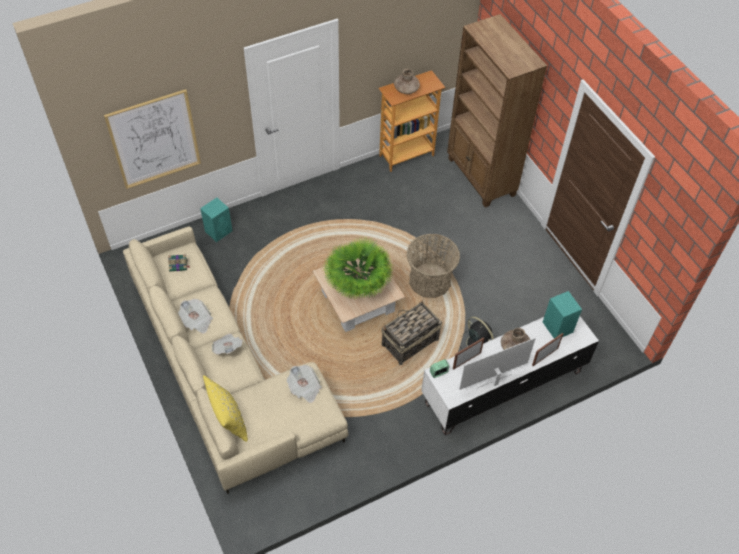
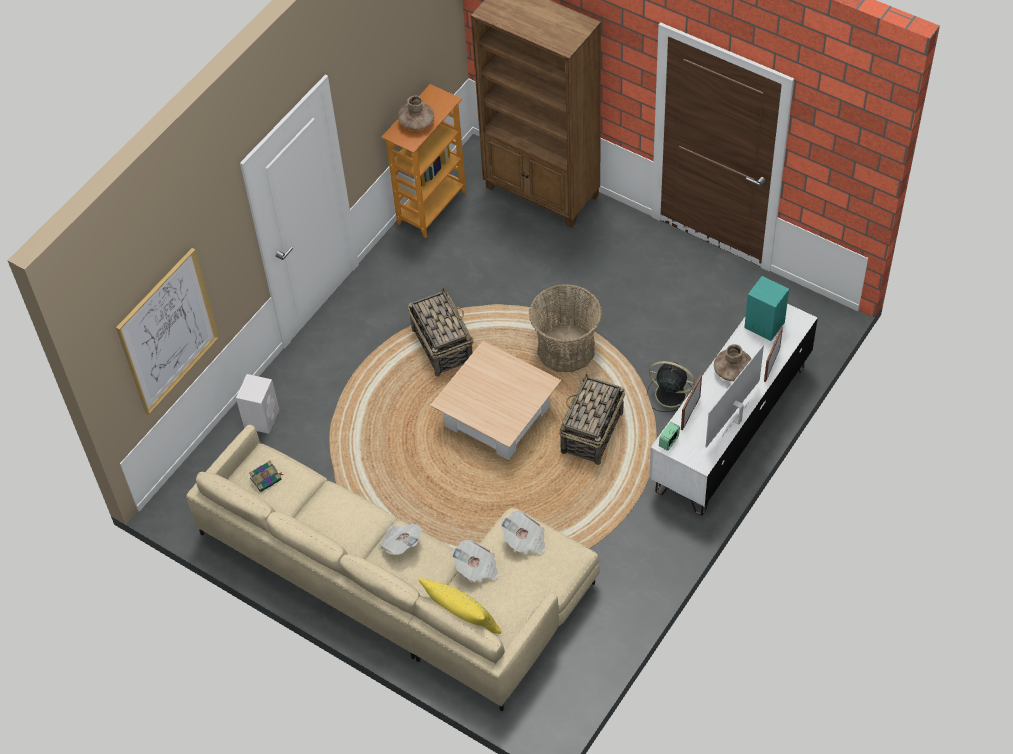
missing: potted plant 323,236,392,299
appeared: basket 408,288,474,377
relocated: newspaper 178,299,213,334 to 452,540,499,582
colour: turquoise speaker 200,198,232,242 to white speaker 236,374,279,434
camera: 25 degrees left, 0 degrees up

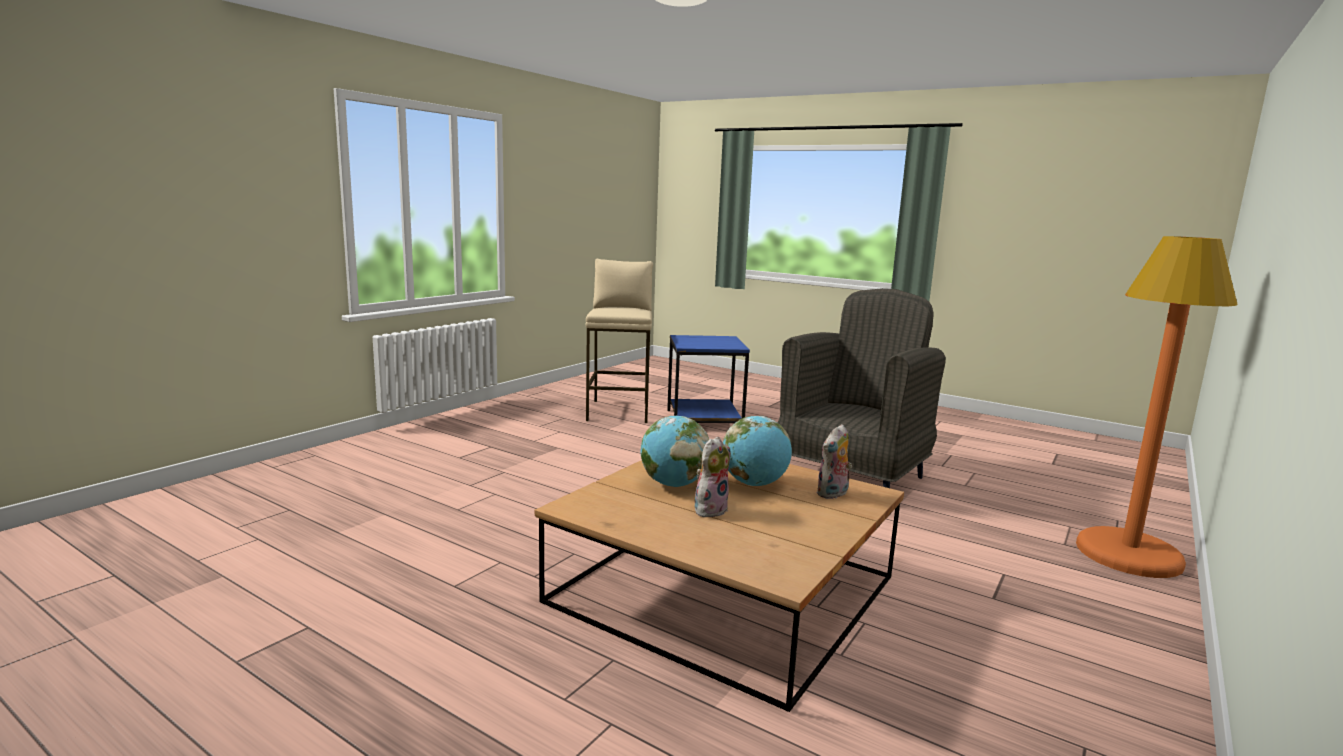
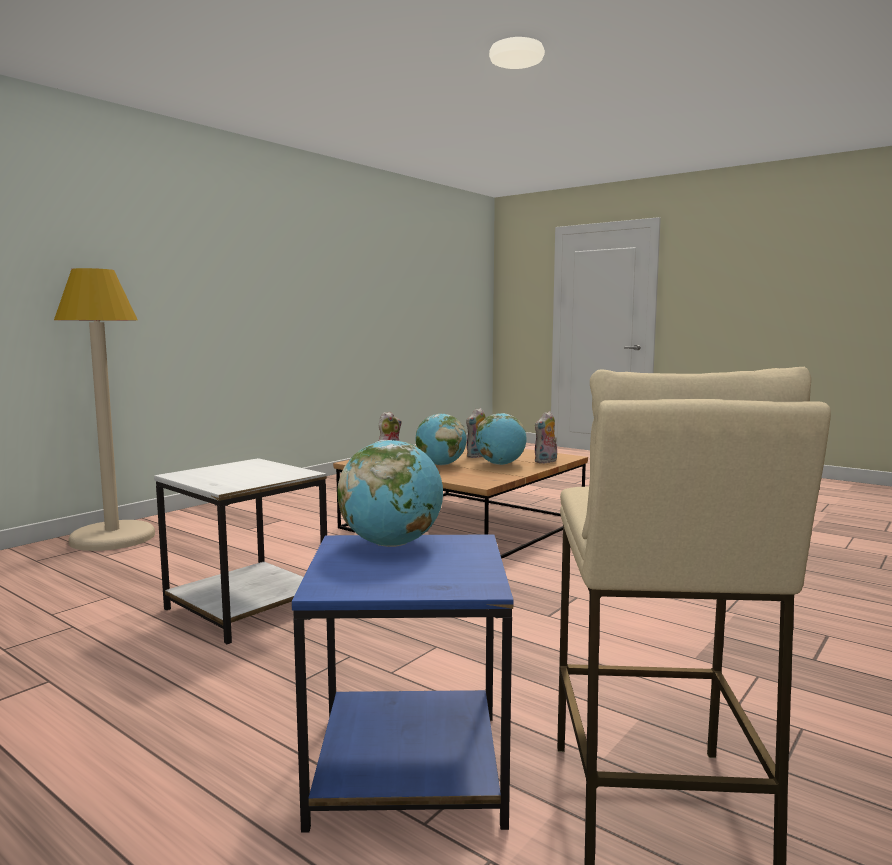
appeared: globe 337,440,443,547; plush toy 535,411,557,463
exchanged: grey armchair 778,288,946,488 to white side table 154,458,327,644
colour: orange floor lamp 1076,236,1238,578 to beige floor lamp 54,268,155,551
camera: 175 degrees left, 5 degrees down

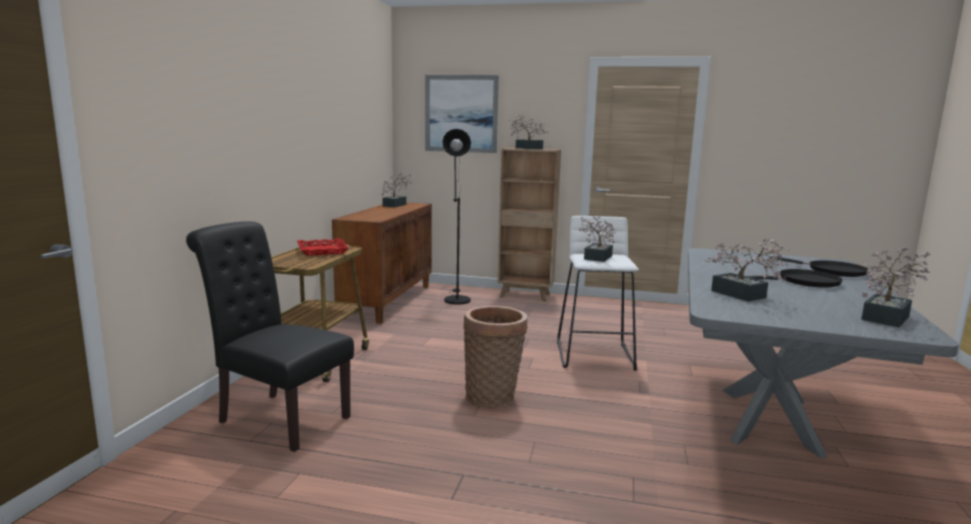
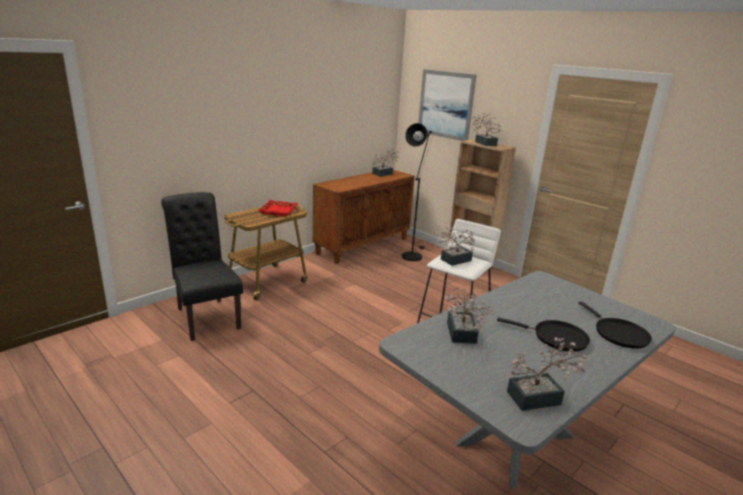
missing: basket 463,306,528,408
camera: 30 degrees right, 10 degrees up

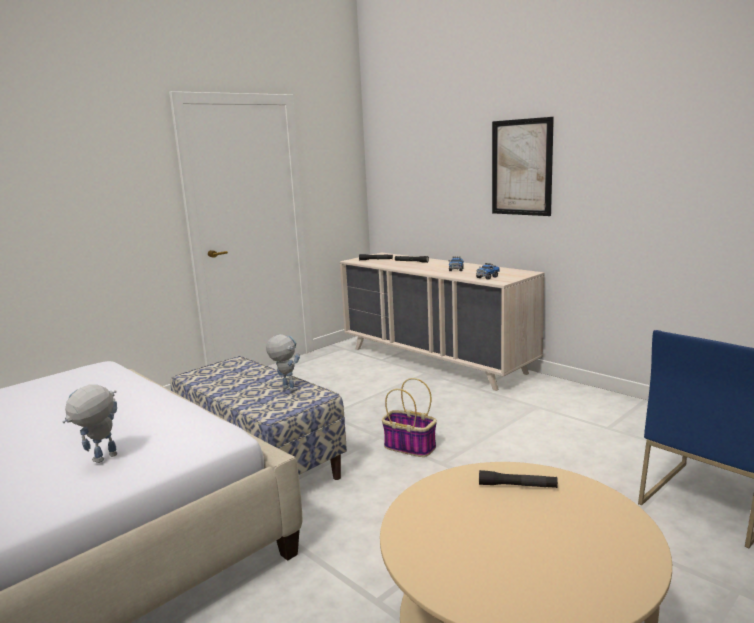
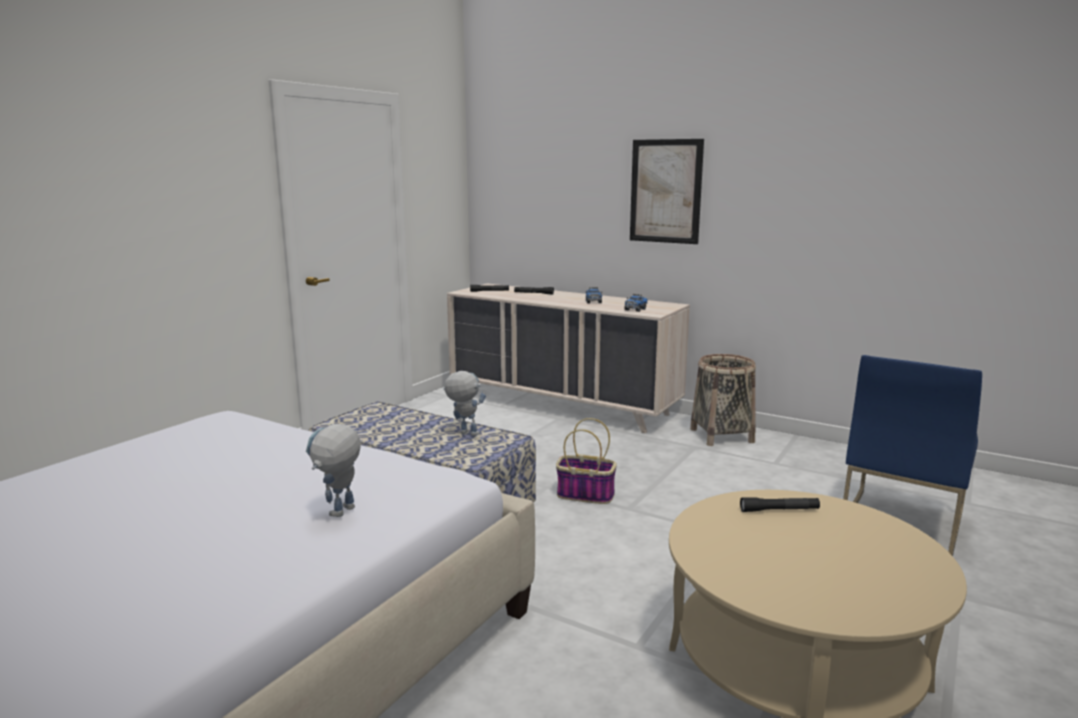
appeared: basket 690,354,756,446
camera: 15 degrees left, 0 degrees up

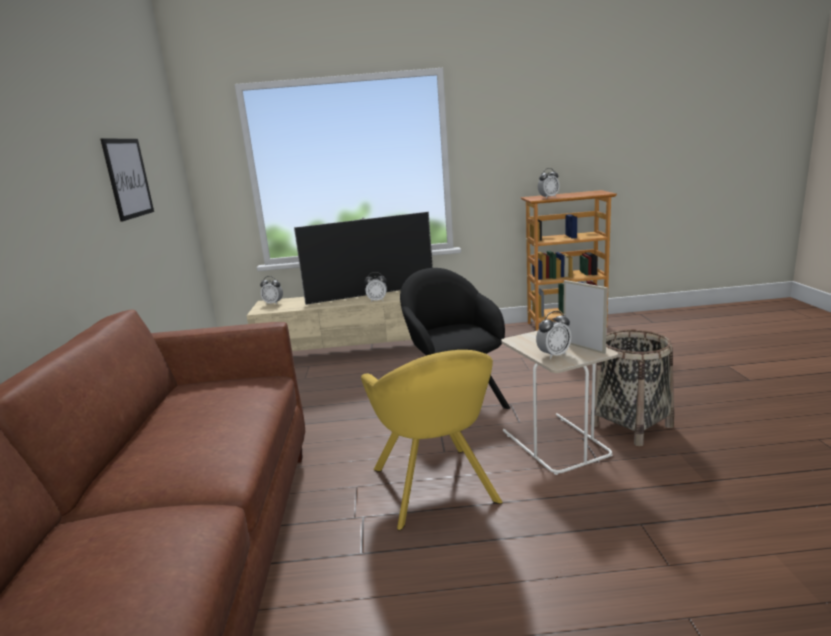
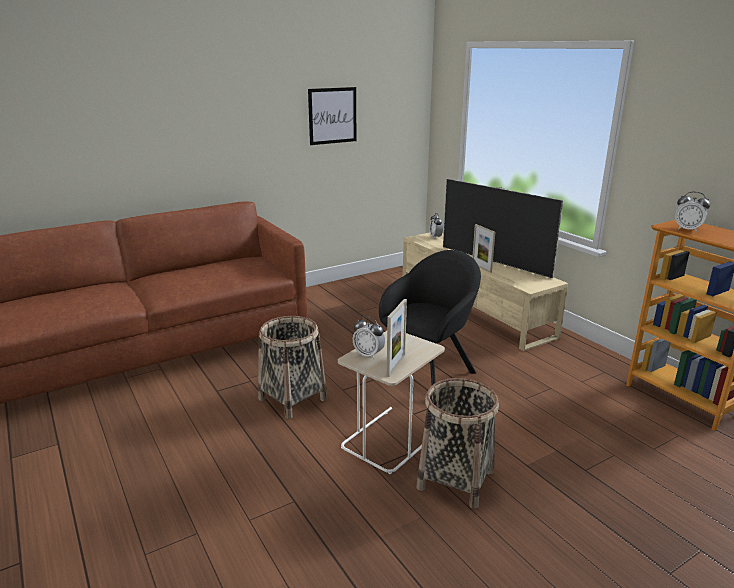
exchanged: yellow armchair 361,350,503,531 to basket 258,316,328,419; alarm clock 364,272,387,302 to picture frame 472,224,495,273
camera: 60 degrees right, 5 degrees up

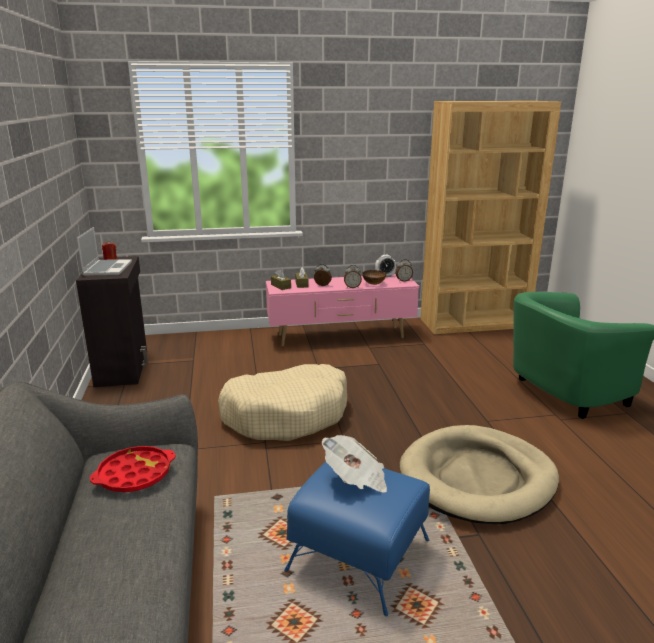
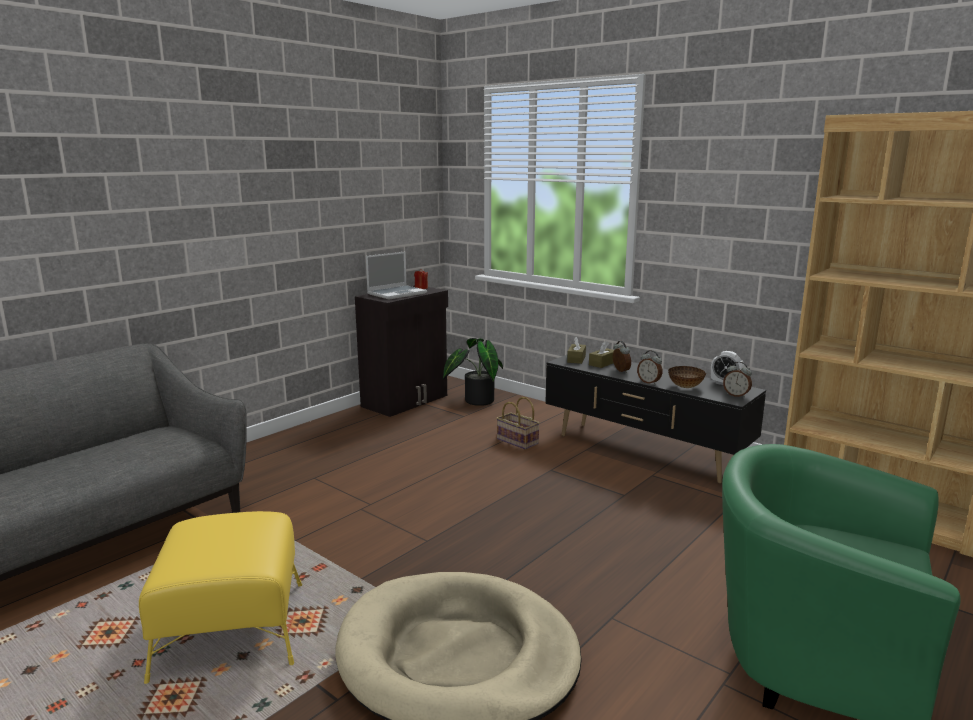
missing: red tray 90,446,176,492; beige dog bed 218,364,347,441; newspaper 322,435,387,493
appeared: potted plant 443,338,503,406; basket 496,397,540,450
colour: pink tv stand 266,274,419,347 to black tv stand 545,353,766,483; blue ottoman 284,461,430,616 to yellow ottoman 139,511,302,684
camera: 50 degrees right, 5 degrees down

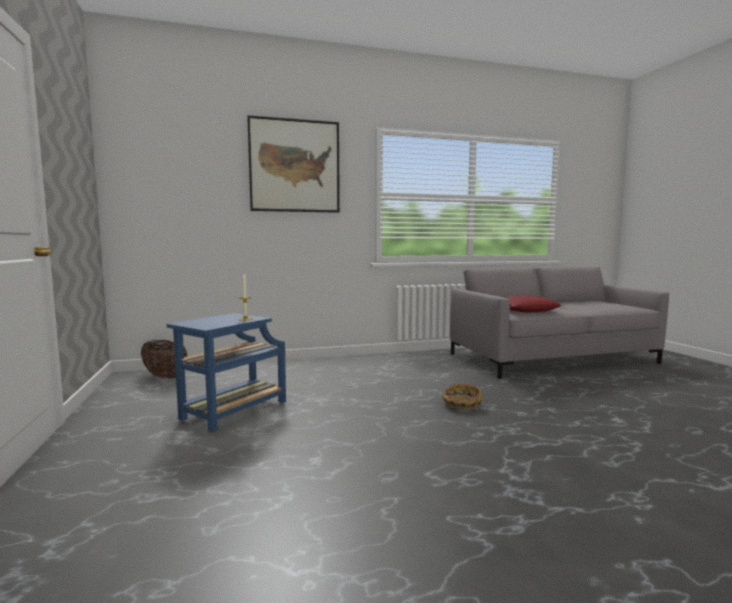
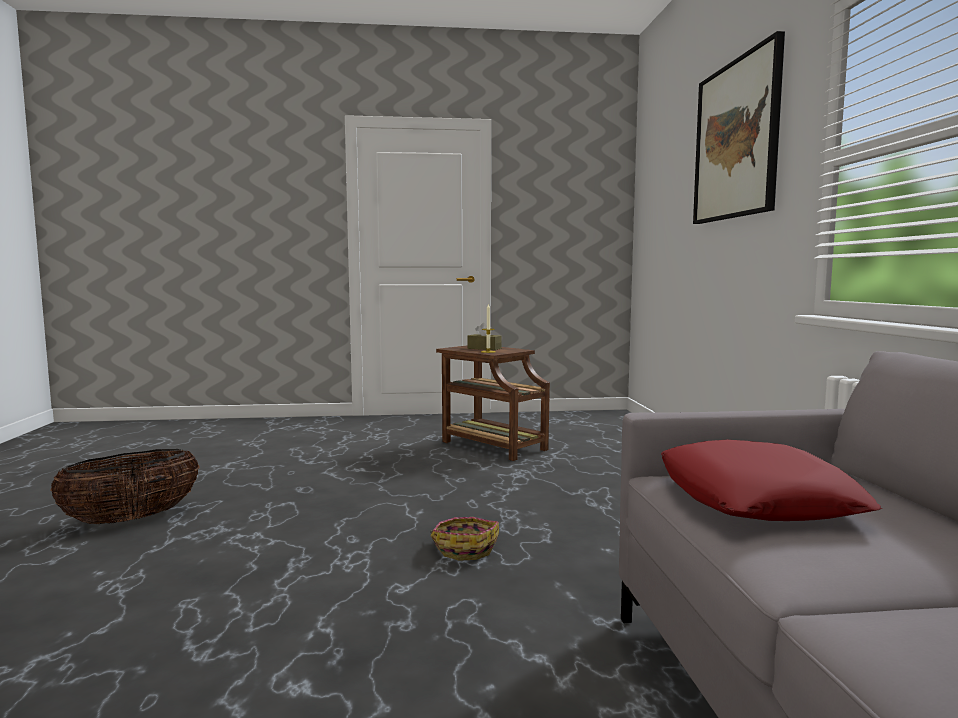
appeared: brown tissue box 468,323,502,350
relocated: basket 141,340,188,379 to 51,449,200,524
colour: blue side table 167,313,286,432 to brown side table 436,345,550,461
camera: 100 degrees right, 0 degrees up

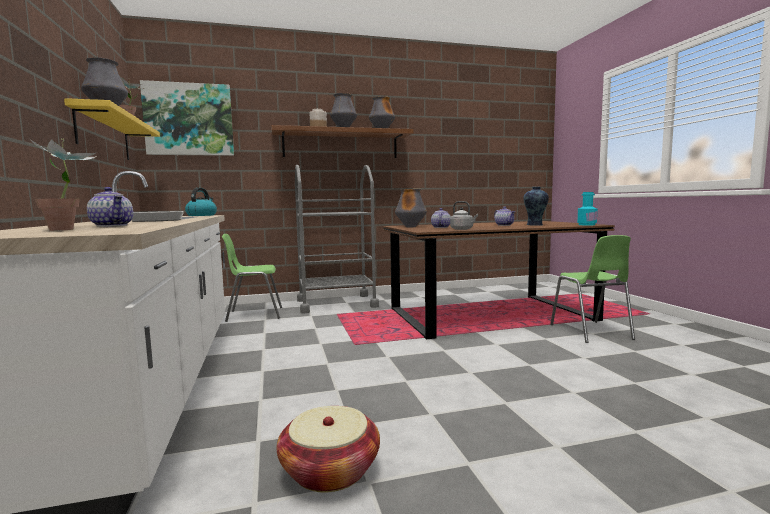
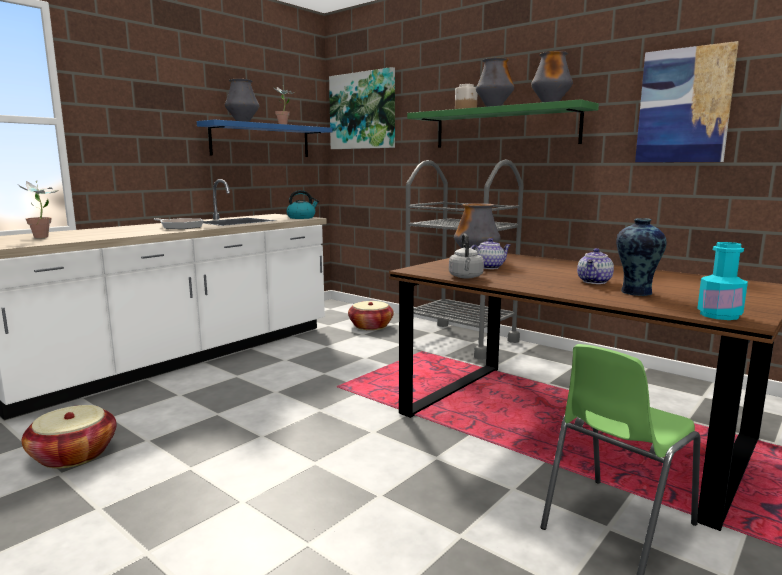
missing: teapot 87,187,133,227
appeared: picture 635,41,739,162
exchanged: green chair 222,234,282,322 to basket 348,301,394,330
colour: yellow shelf 64,98,160,160 to blue shelf 197,119,332,157; brown shelf 271,125,413,158 to green shelf 407,99,599,148
camera: 55 degrees right, 5 degrees up

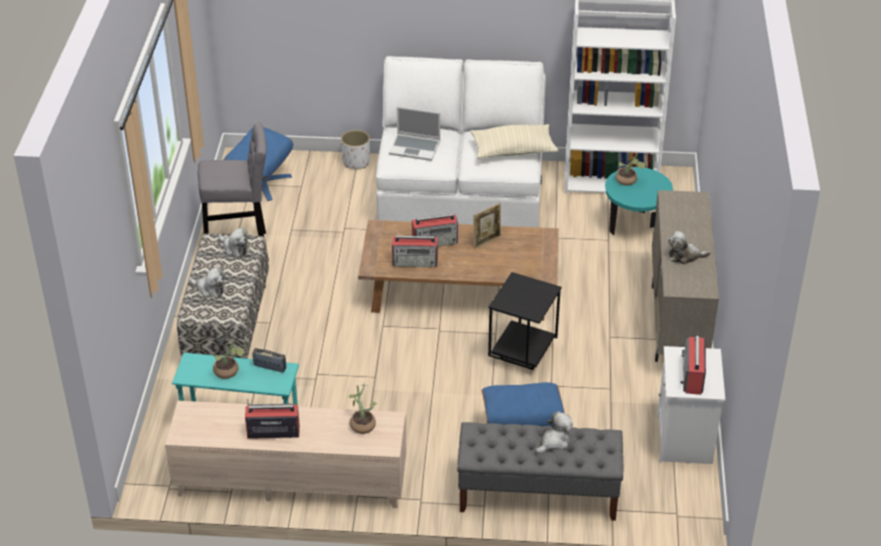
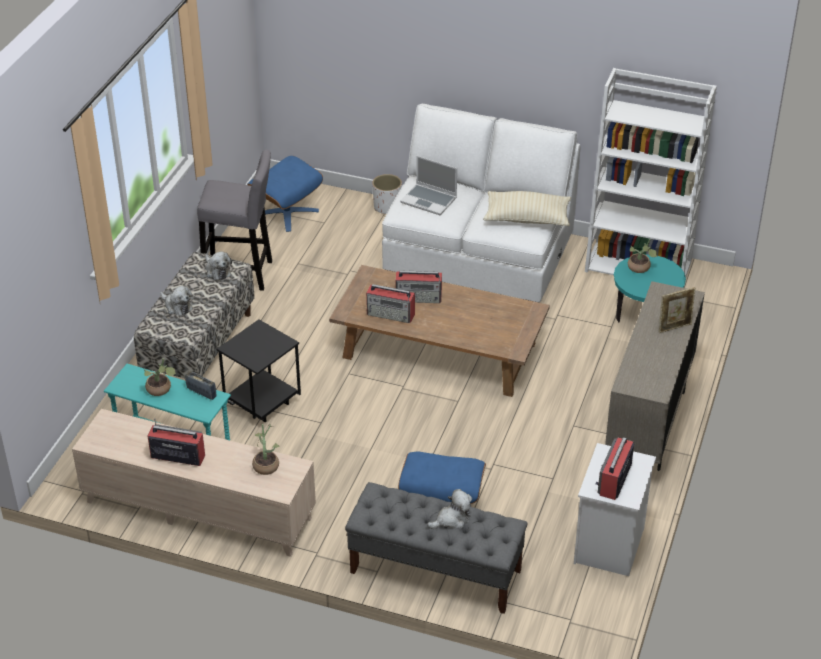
missing: plush toy 668,231,711,264
relocated: picture frame 473,203,501,248 to 658,287,696,333; black side table 488,272,562,370 to 217,319,301,422
camera: 15 degrees right, 0 degrees up

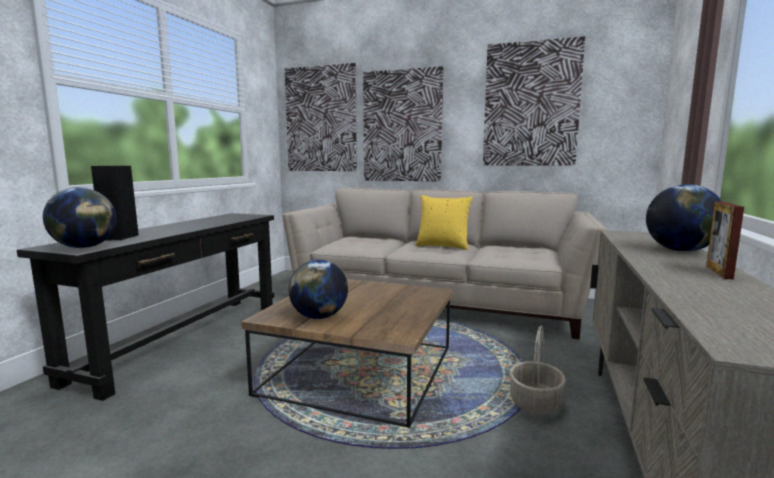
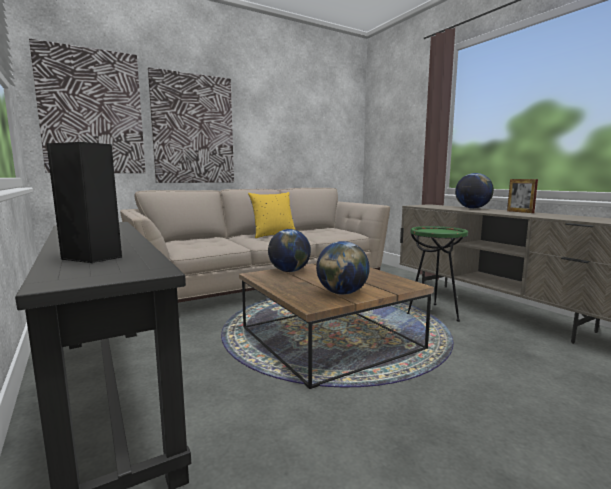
missing: picture 483,36,585,166
relocated: globe 43,187,117,248 to 268,229,311,272
exchanged: basket 509,325,566,415 to green side table 407,226,468,322
camera: 50 degrees left, 0 degrees up

